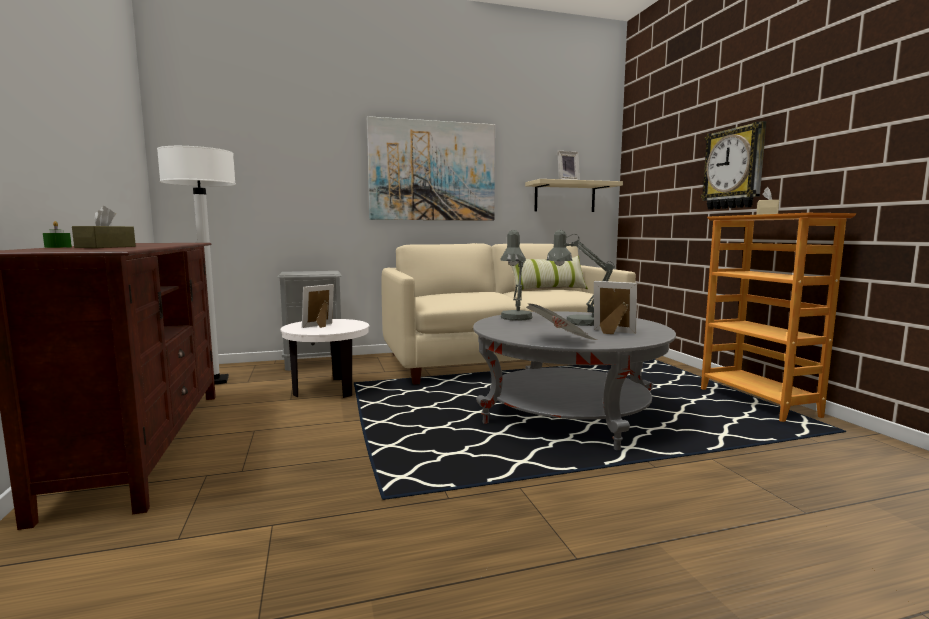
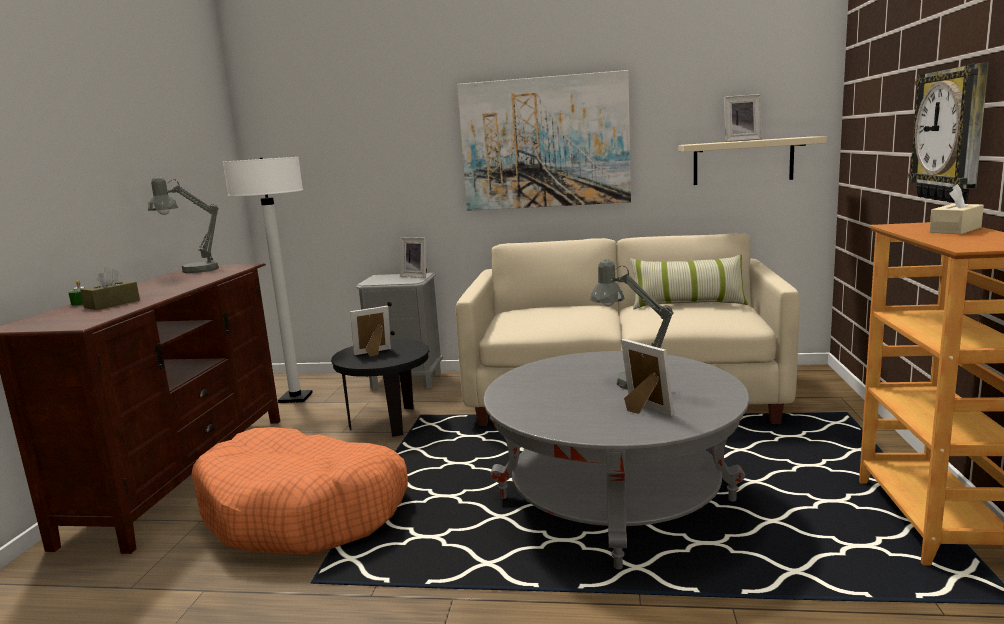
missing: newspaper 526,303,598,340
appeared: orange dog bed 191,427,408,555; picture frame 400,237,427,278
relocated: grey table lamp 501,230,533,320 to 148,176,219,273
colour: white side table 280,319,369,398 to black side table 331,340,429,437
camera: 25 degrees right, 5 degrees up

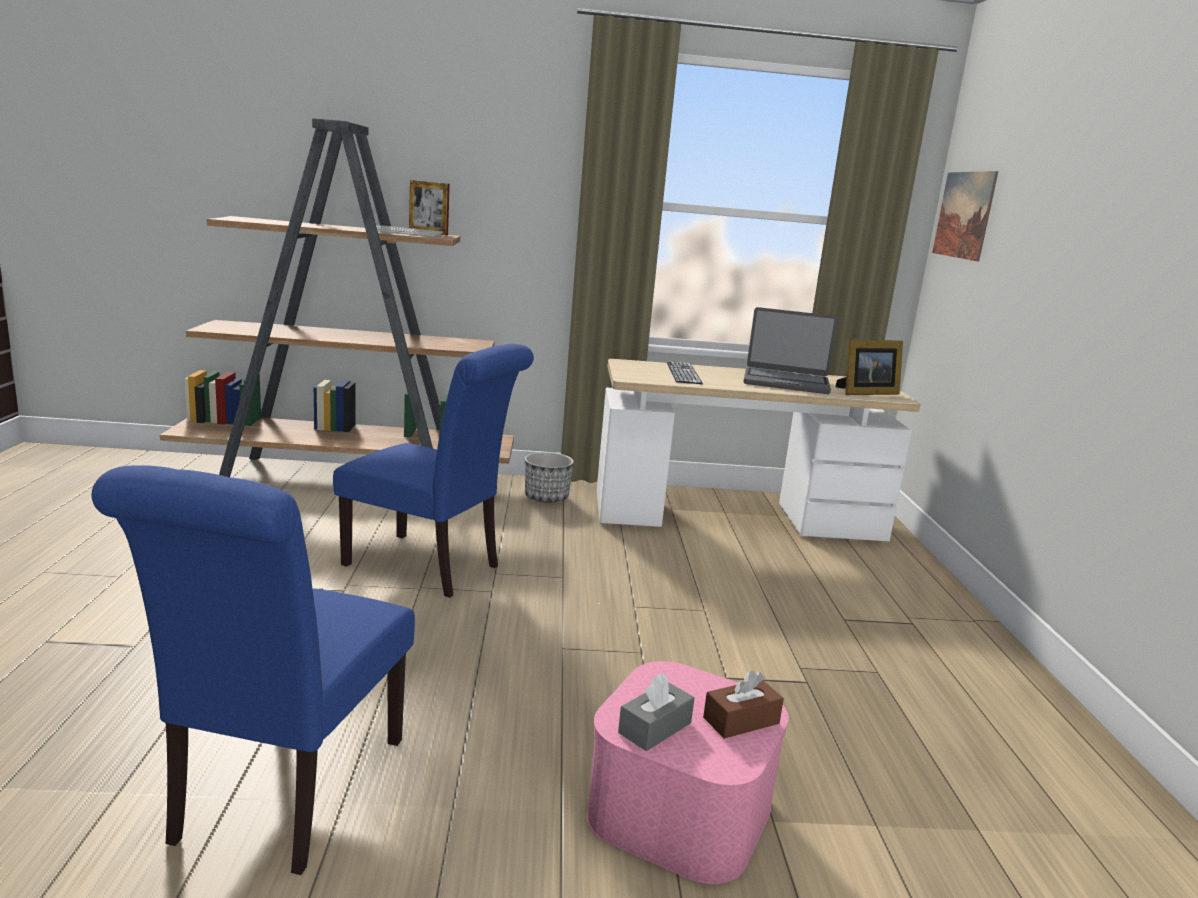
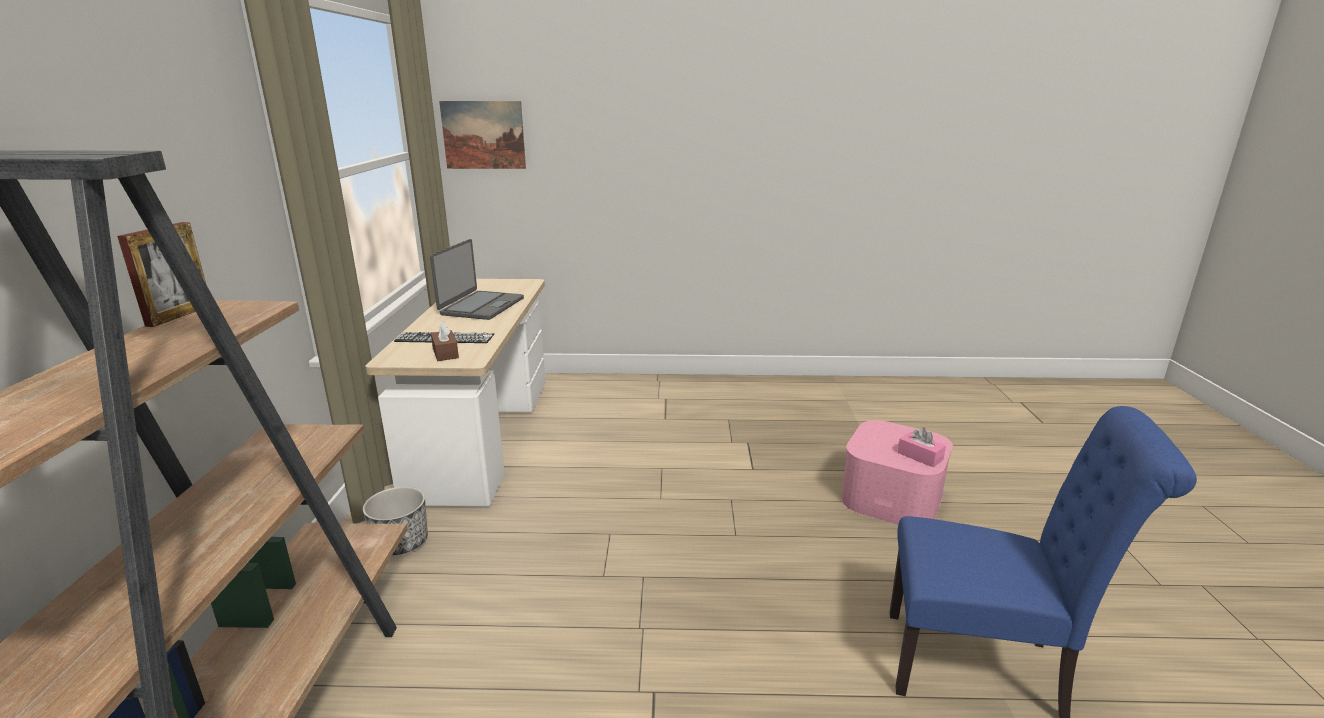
missing: blue chair 333,344,534,598; keyboard 376,225,443,237; picture frame 835,339,903,395
relocated: brown tissue box 703,670,784,739 to 431,322,459,361
colour: grey tissue box 618,673,695,751 to pink tissue box 898,428,946,467
camera: 85 degrees left, 5 degrees up

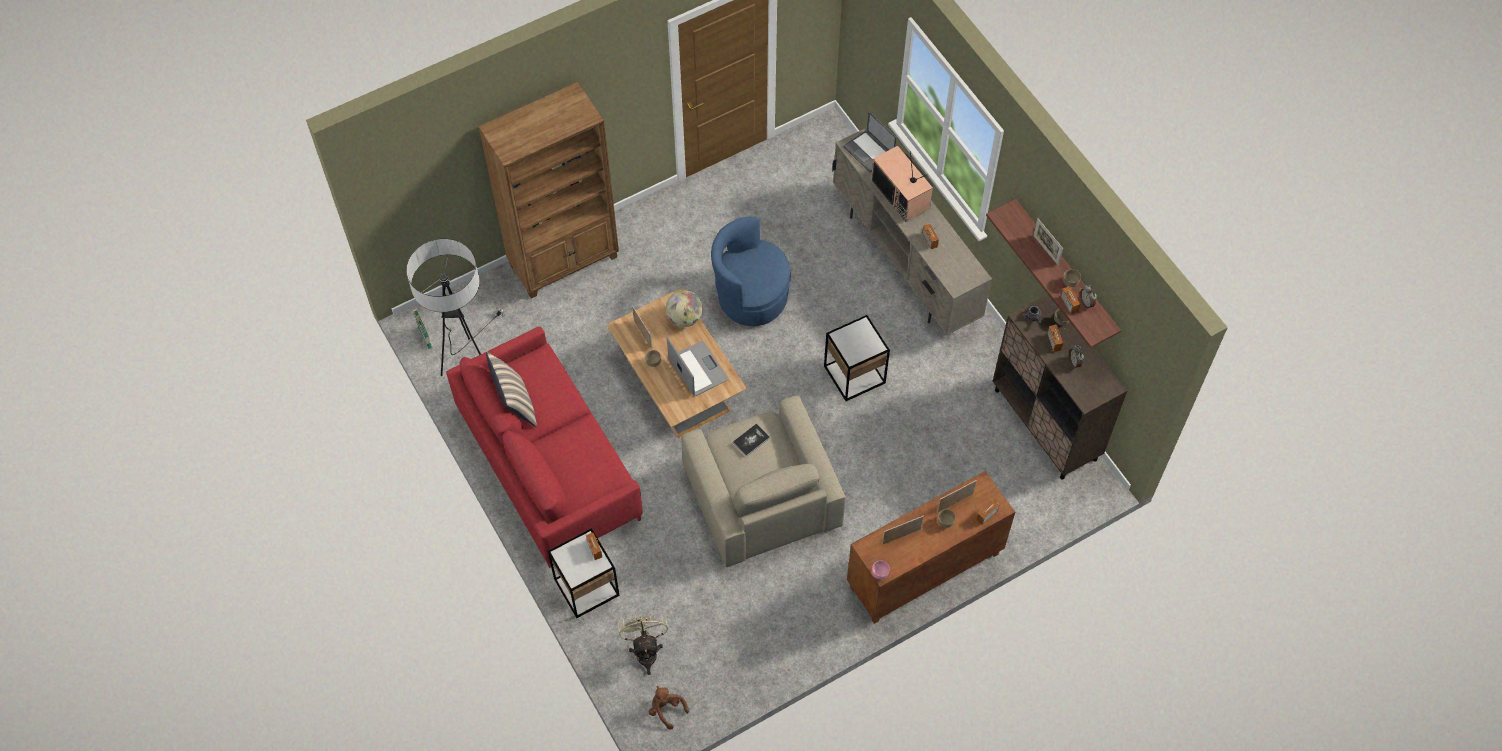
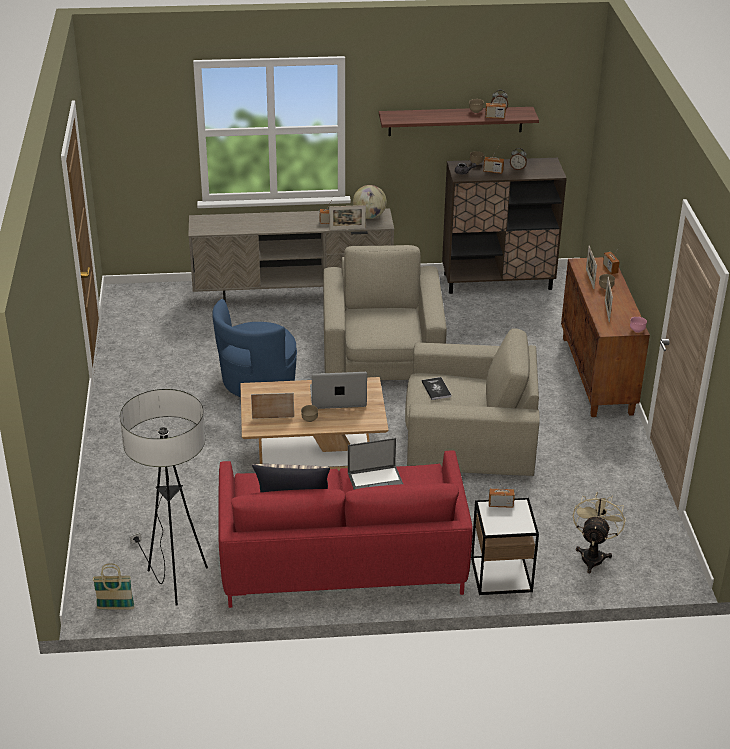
missing: brown bookcase 478,82,619,298; brown plush toy 649,686,689,730; television 871,146,933,222
relocated: globe 666,290,703,327 to 353,185,387,219; laptop 843,112,897,173 to 348,438,403,490; picture frame 1033,218,1063,265 to 329,205,366,230
exchanged: side table 824,315,890,401 to beige armchair 323,245,447,380
spun: beige fan 618,611,668,675 = 573,492,626,573 90 degrees clockwise
camera: 65 degrees left, 25 degrees down

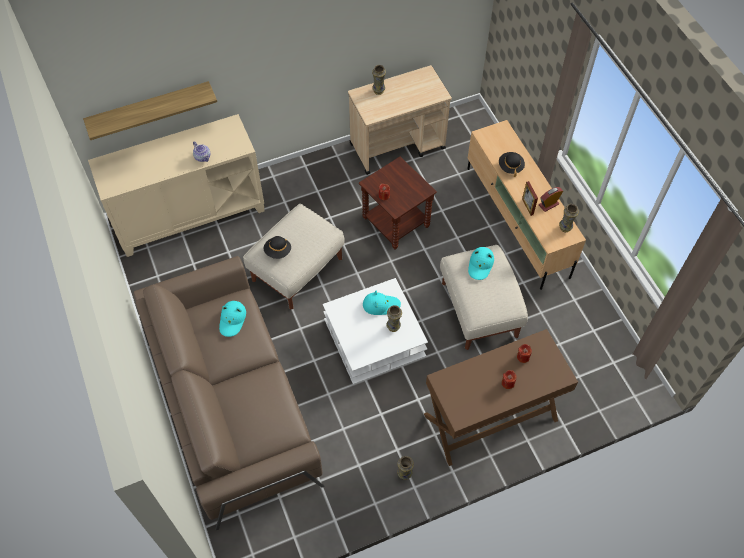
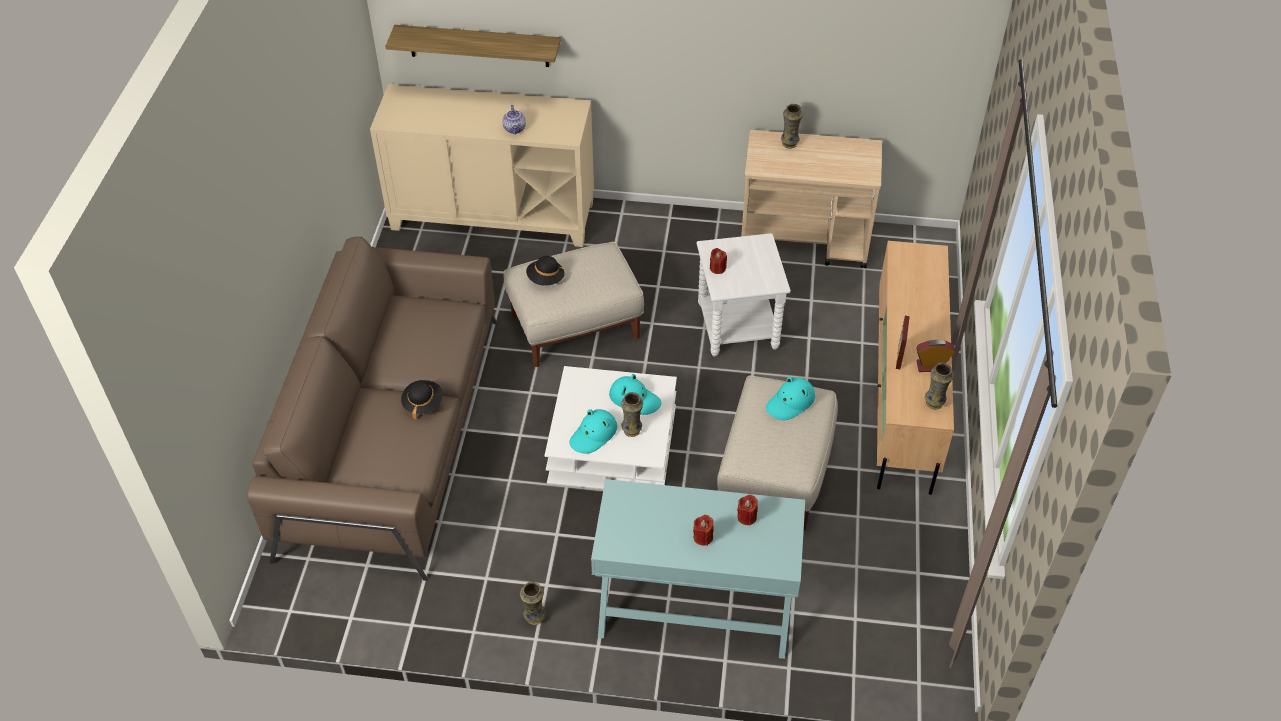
relocated: turquoise hat 219,301,246,337 to 569,409,617,454; black hat 499,152,525,177 to 401,380,443,419
colour: brown side table 359,157,437,250 to white side table 696,233,791,357; brown console table 424,329,578,466 to turquoise console table 591,479,805,659
camera: 30 degrees right, 10 degrees down

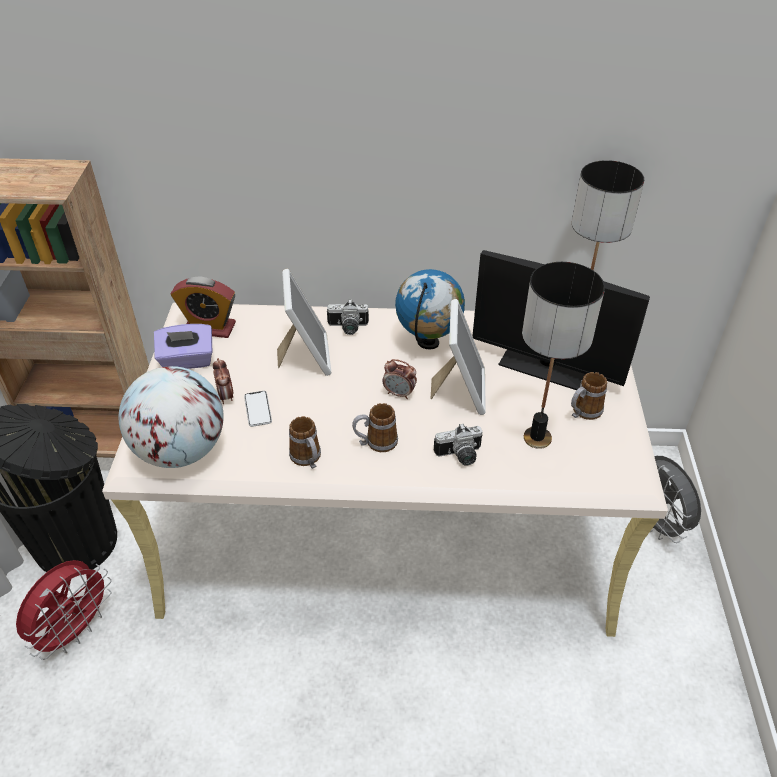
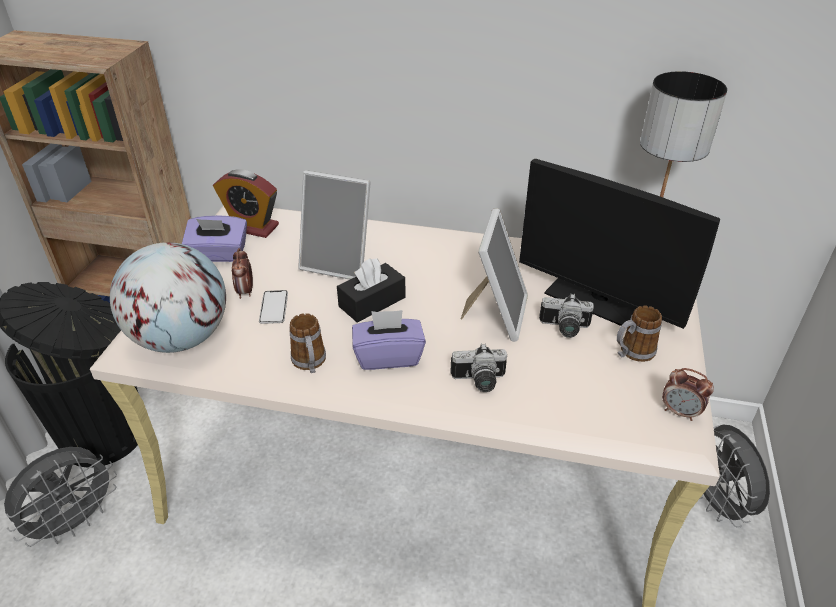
missing: globe 395,269,465,349; table lamp 522,262,605,449
appeared: black tissue box 337,258,406,323
relocated: photo camera 327,299,369,335 to 539,293,594,338; alarm clock 382,359,417,399 to 662,368,714,421
exchanged: mug 352,403,398,452 to purple tissue box 352,310,426,370
colour: red fan 16,560,112,660 to grey fan 4,447,117,547
spun: picture frame 277,269,331,376 = 298,170,371,280 105 degrees clockwise
camera: 10 degrees right, 5 degrees down

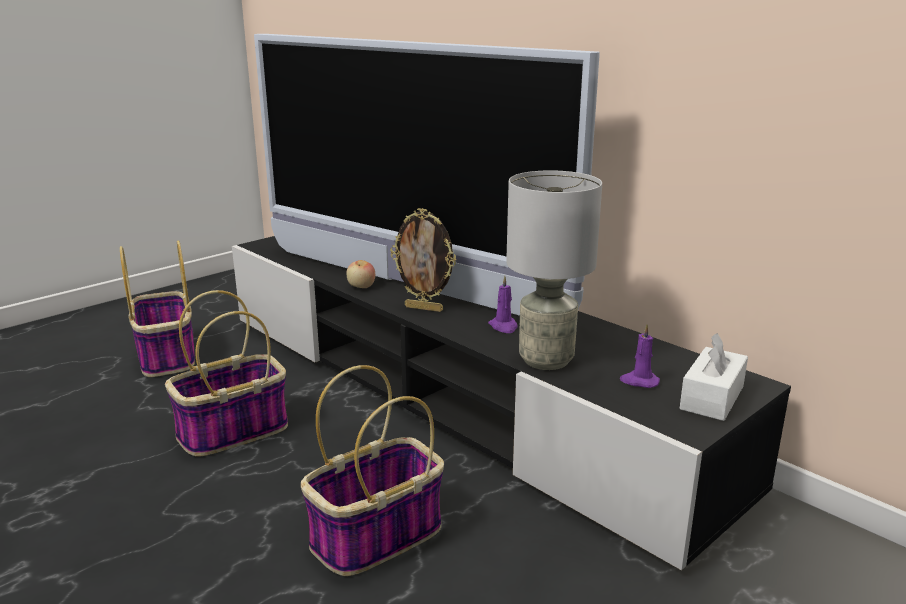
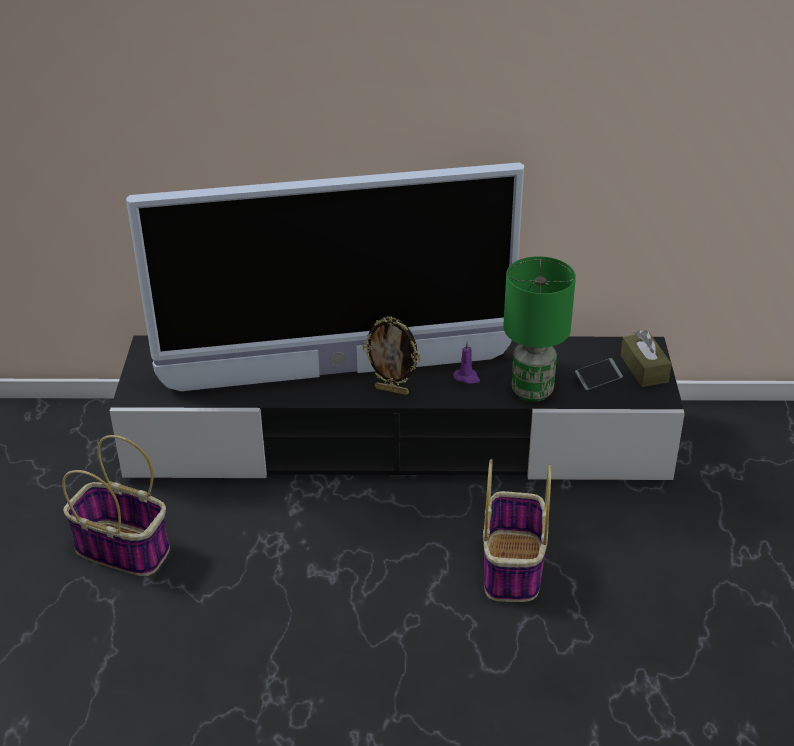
missing: basket 165,290,288,457; apple 346,260,375,288
exchanged: purple candle 620,324,660,388 to phone 575,358,623,390
colour: grey table lamp 506,170,602,370 to green table lamp 503,256,576,402; white tissue box 680,333,748,421 to brown tissue box 620,330,672,387
spun: picture frame 390,208,457,312 = 362,316,421,395 45 degrees clockwise
camera: 45 degrees left, 15 degrees up

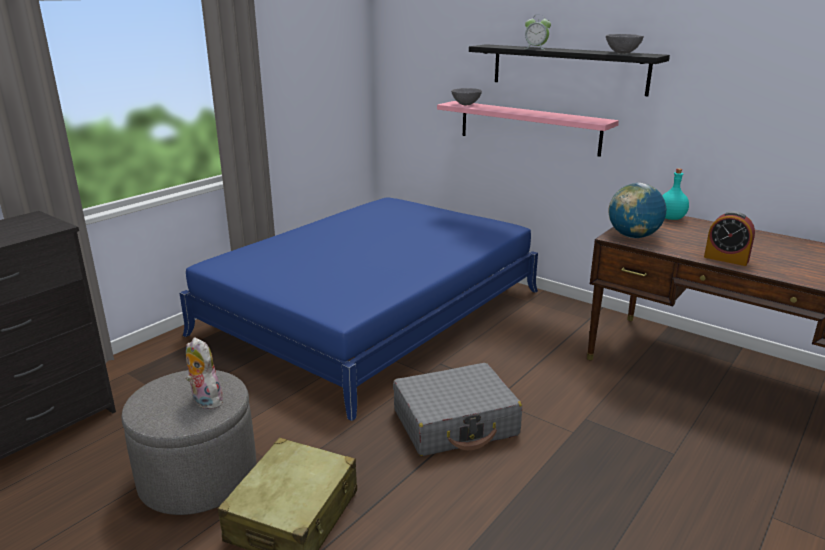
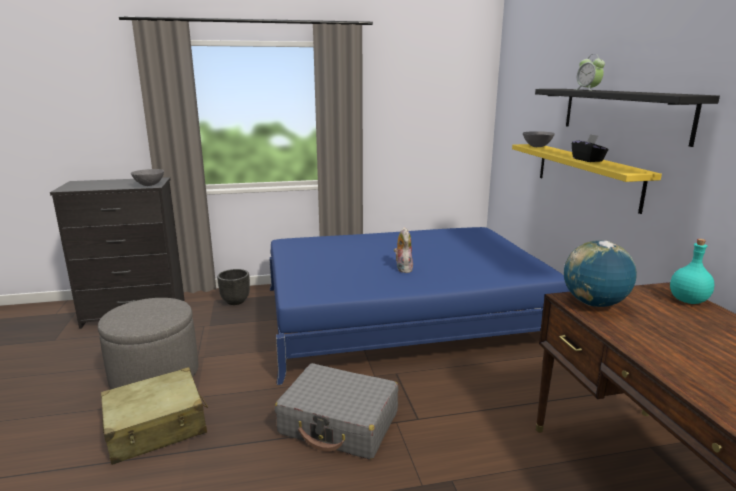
missing: alarm clock 704,211,755,266
appeared: black planter 217,269,250,305; black tissue box 572,134,608,162
relocated: plush toy 186,337,223,409 to 394,227,413,273; grey bowl 606,34,644,54 to 131,169,164,186
colour: pink shelf 437,101,619,157 to yellow shelf 512,144,662,214
camera: 40 degrees right, 5 degrees down

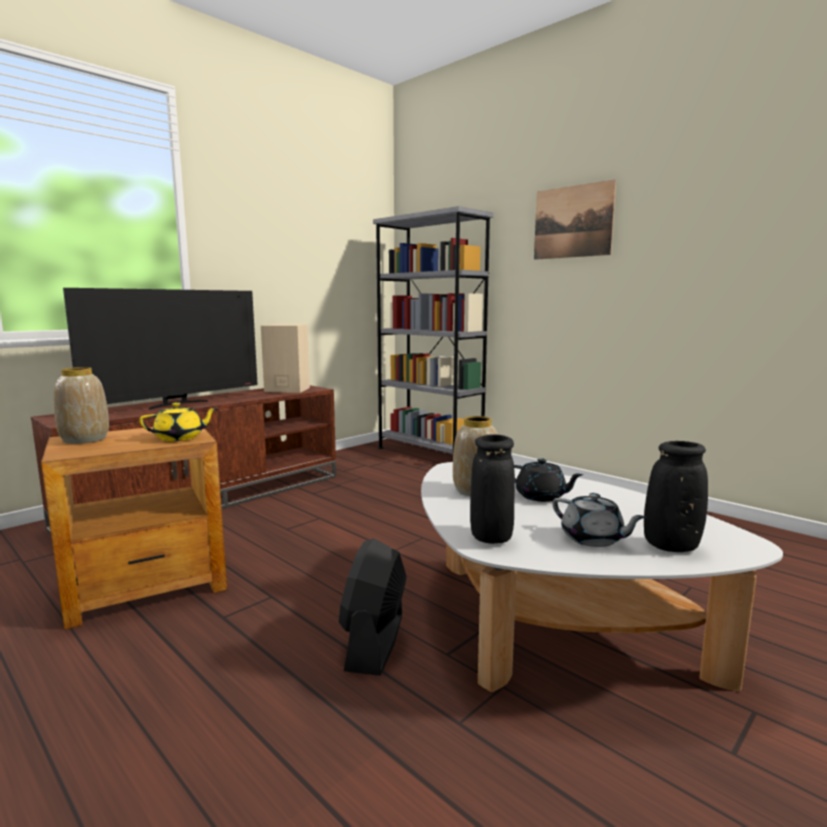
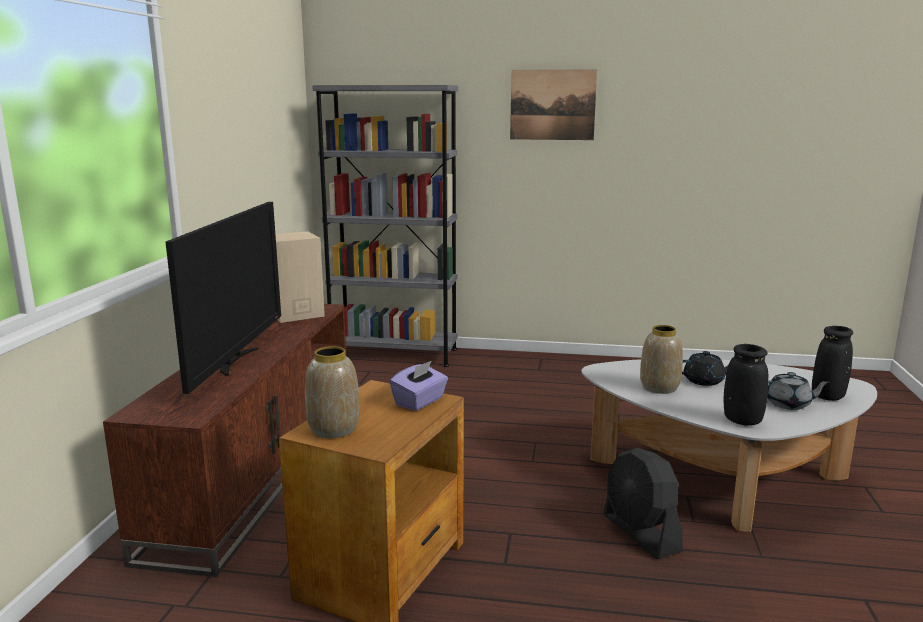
exchanged: yellow teapot 139,402,218,441 to purple tissue box 390,361,448,411
camera: 35 degrees left, 5 degrees up

